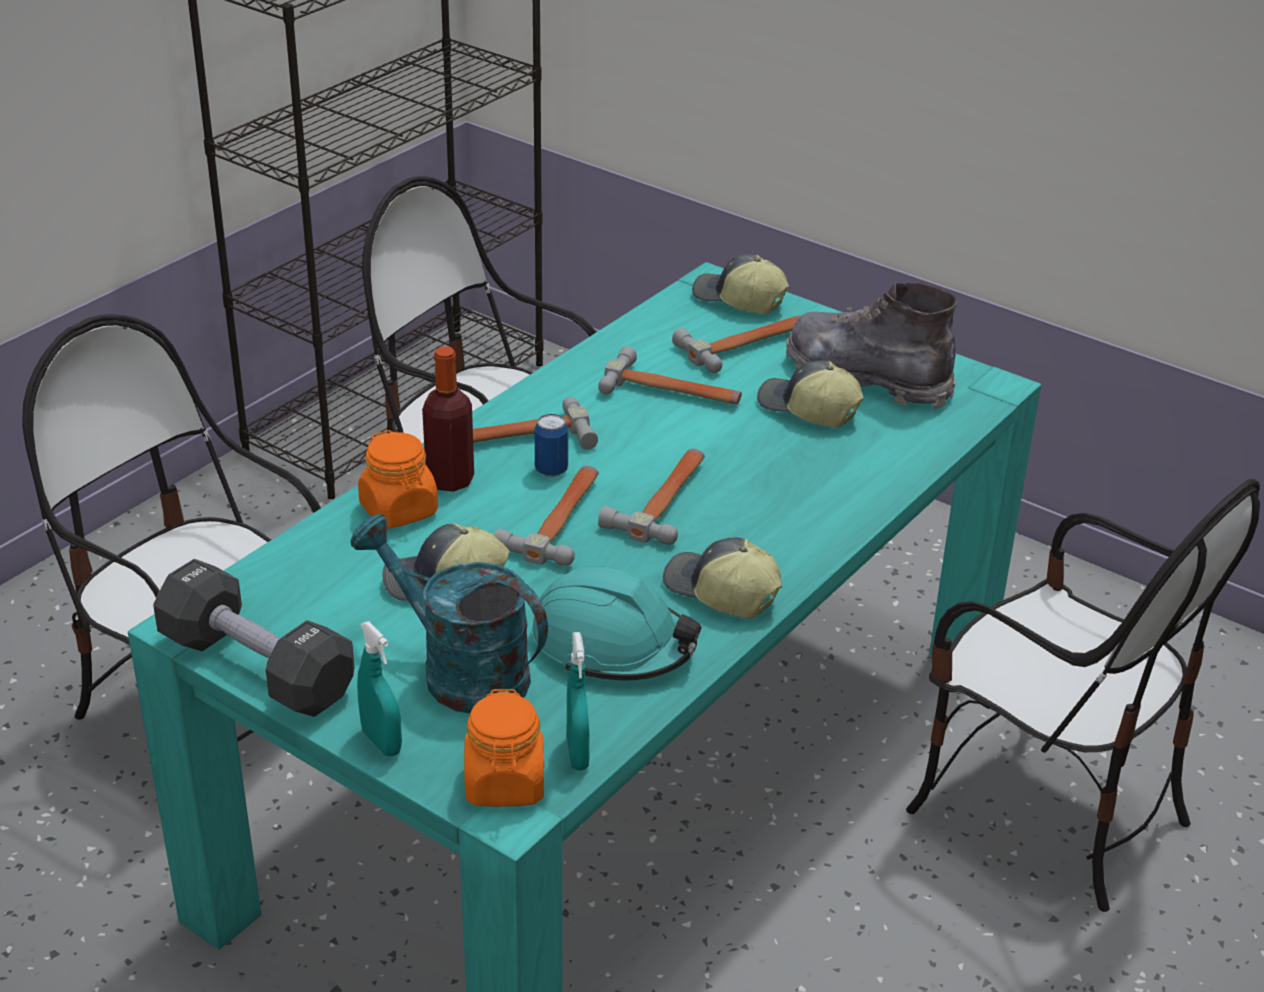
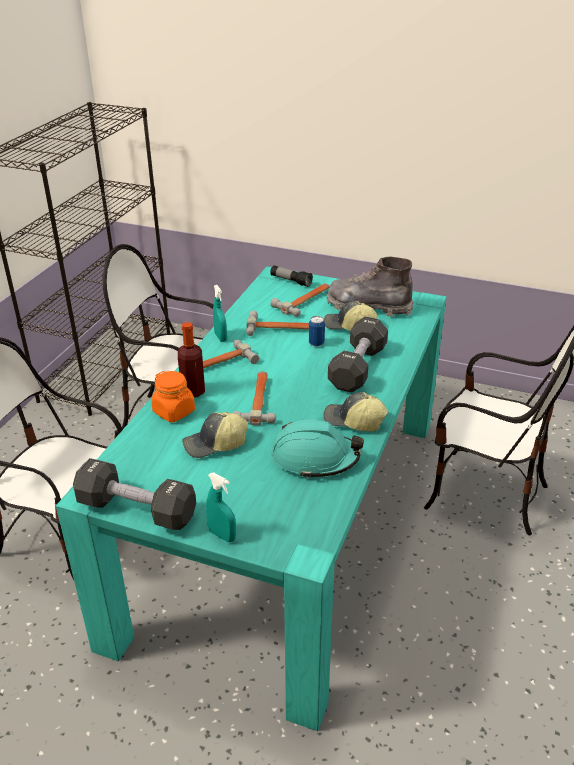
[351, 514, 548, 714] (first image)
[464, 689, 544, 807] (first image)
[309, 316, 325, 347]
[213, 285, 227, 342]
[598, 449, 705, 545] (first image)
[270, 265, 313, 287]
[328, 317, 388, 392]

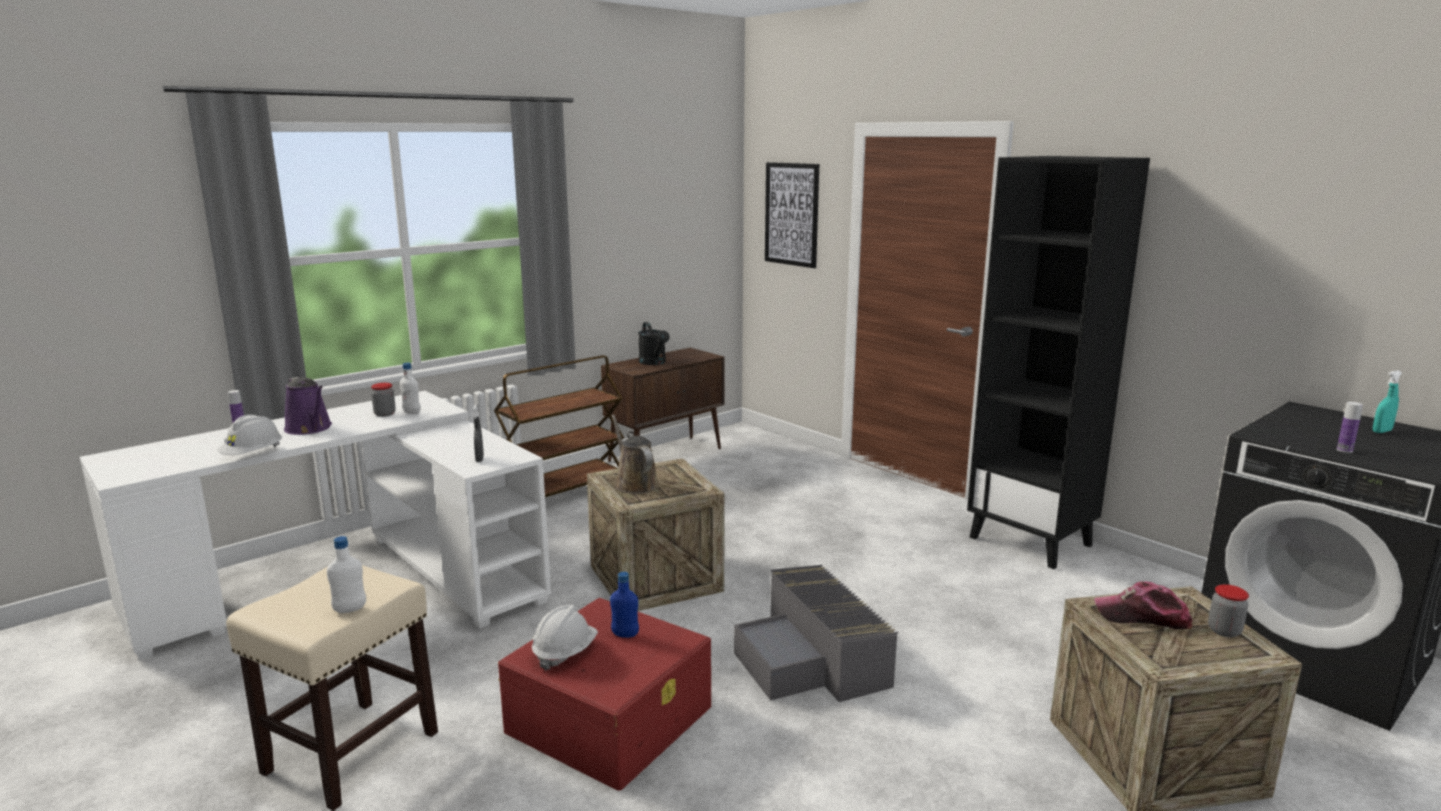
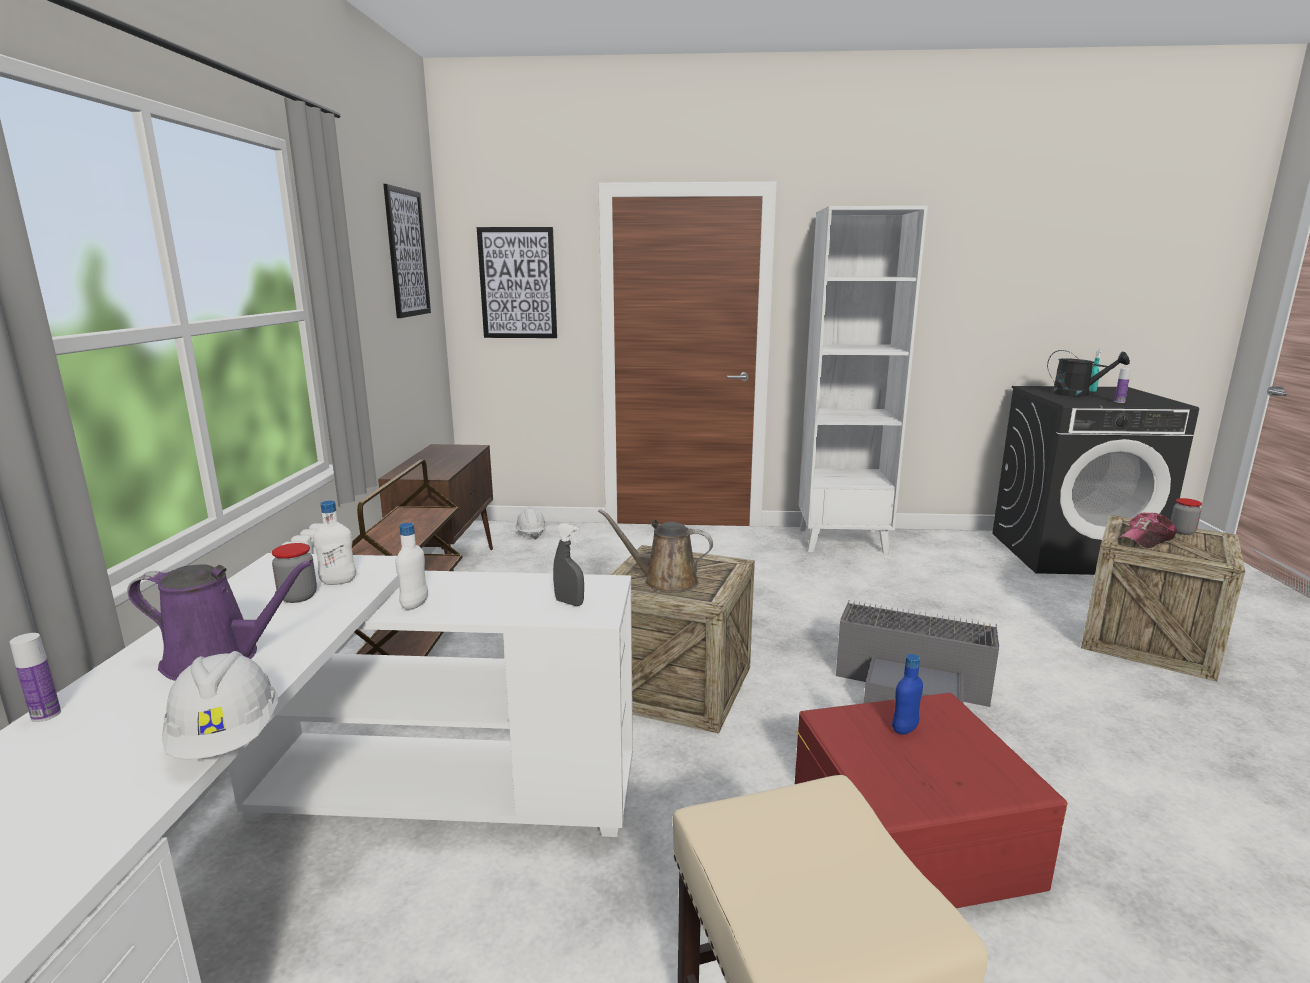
[395, 523, 428, 610]
[516, 507, 547, 540]
[1047, 350, 1130, 396]
[799, 206, 928, 554]
[383, 184, 431, 318]

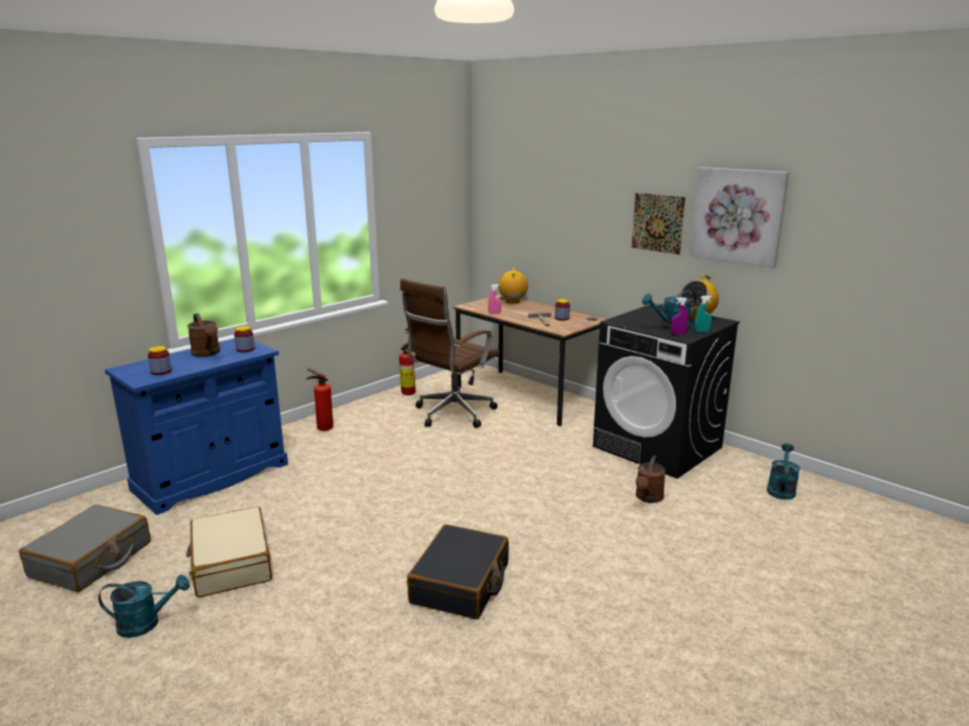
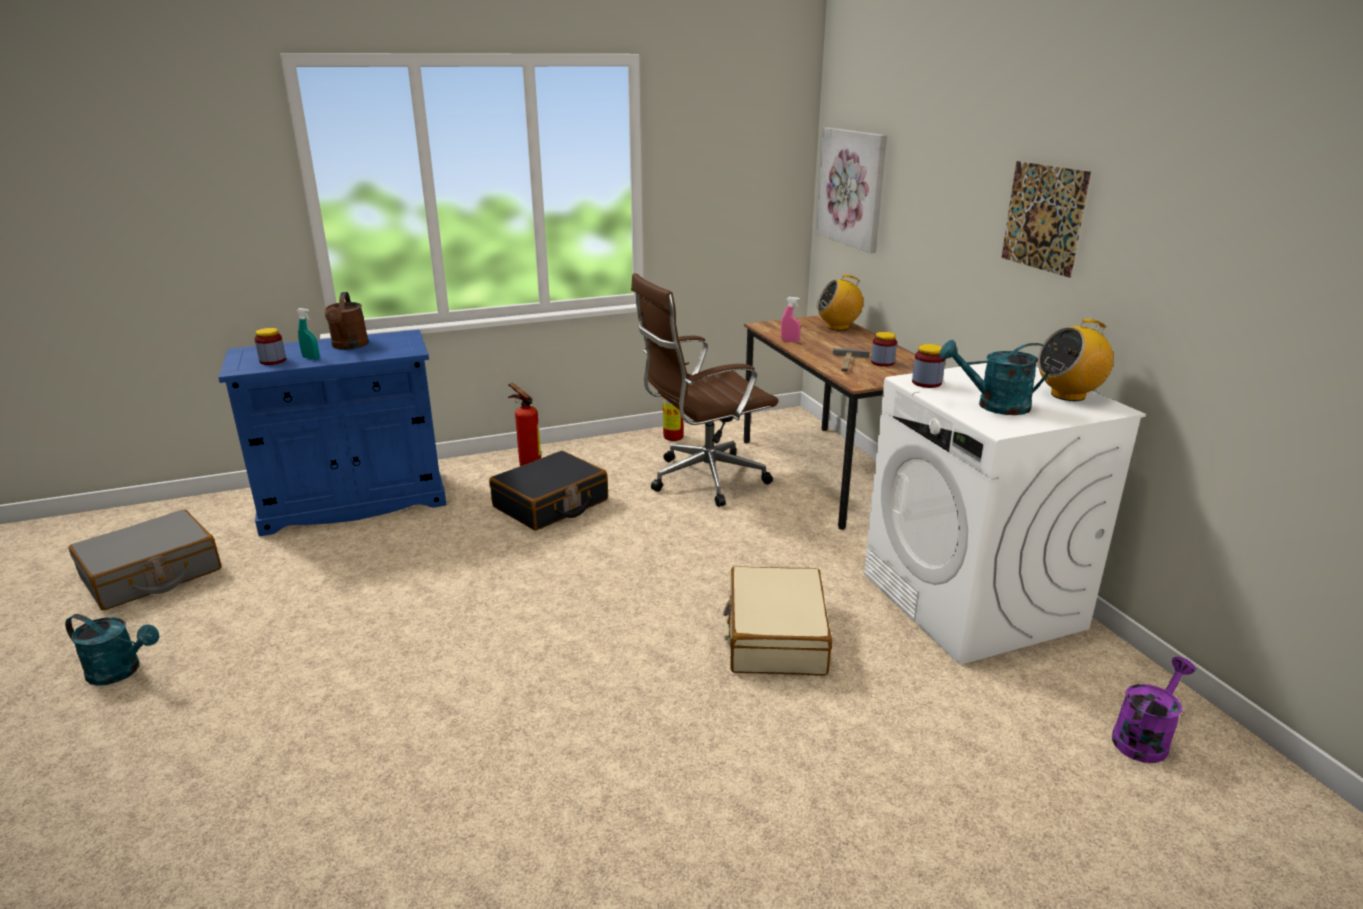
[723, 566, 832, 675]
[912, 344, 945, 388]
[489, 451, 608, 531]
[816, 275, 863, 330]
[864, 363, 1146, 665]
[636, 455, 666, 503] (first image)
[671, 297, 688, 335] (first image)
[816, 127, 887, 253]
[296, 308, 319, 360]
[1112, 657, 1196, 763]

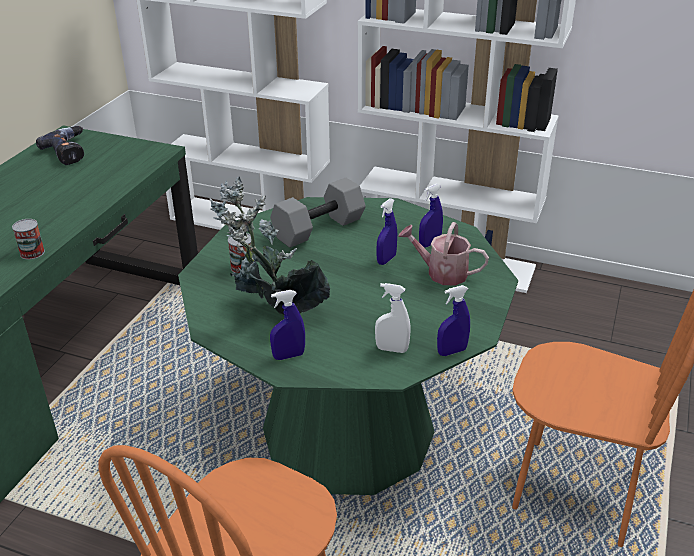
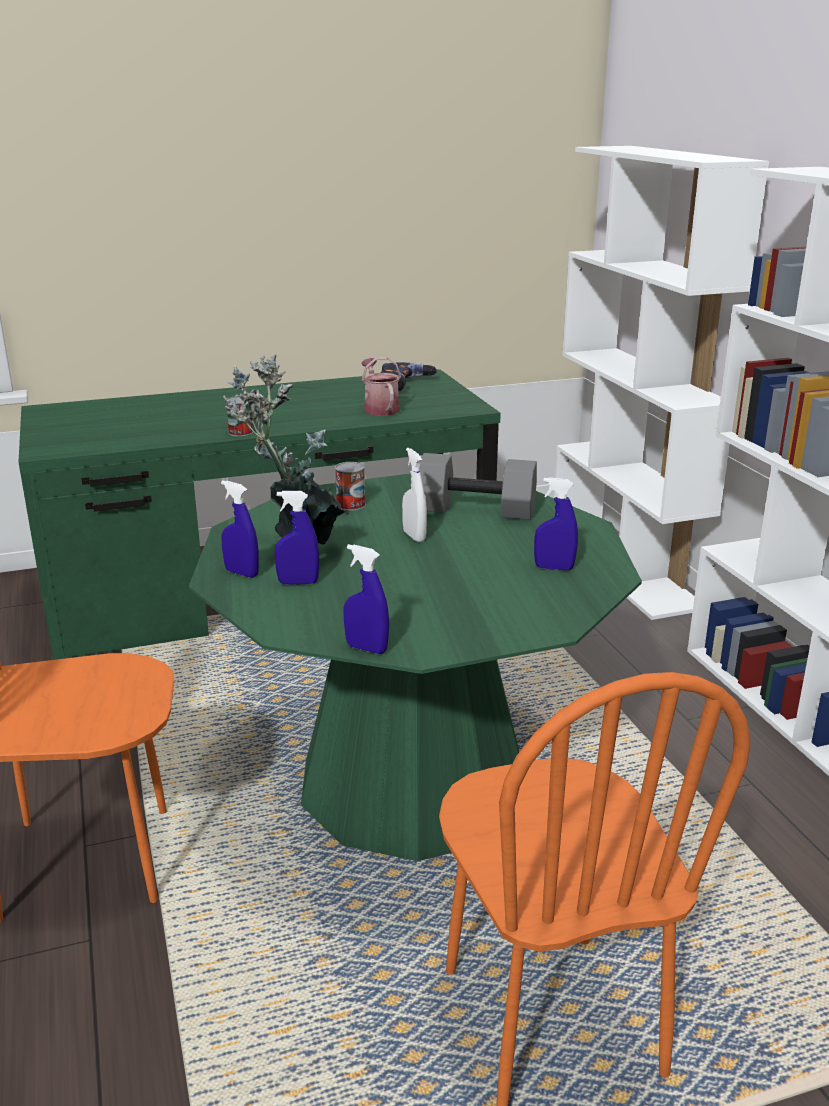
[402, 448, 427, 542]
[275, 491, 319, 585]
[361, 357, 401, 416]

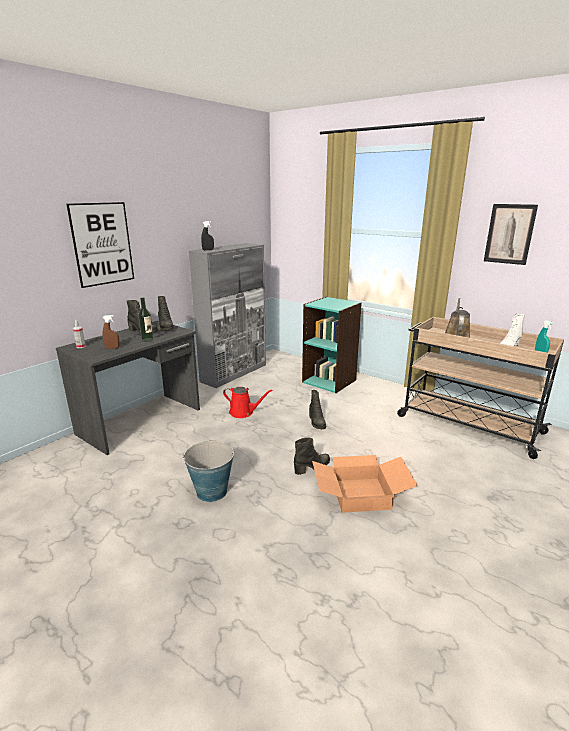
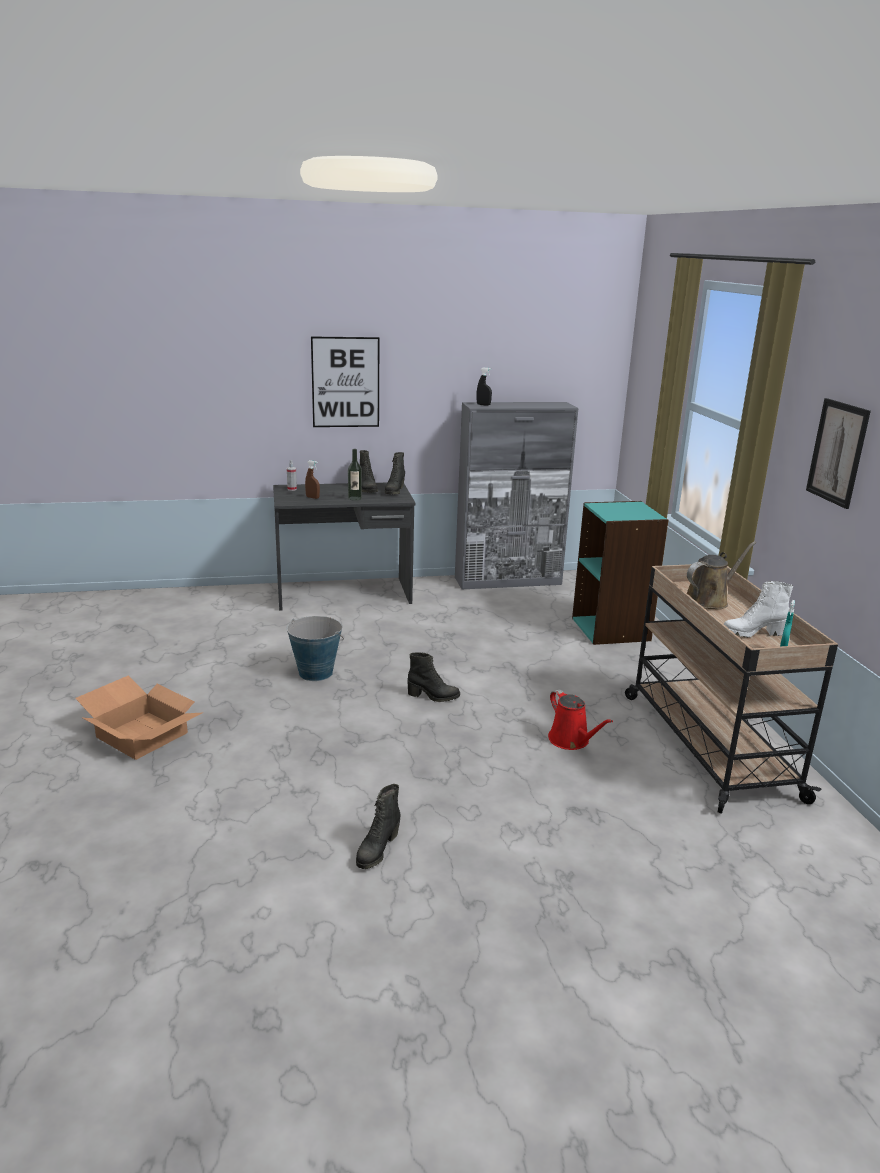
[548, 690, 613, 750]
[356, 784, 401, 869]
[75, 675, 204, 760]

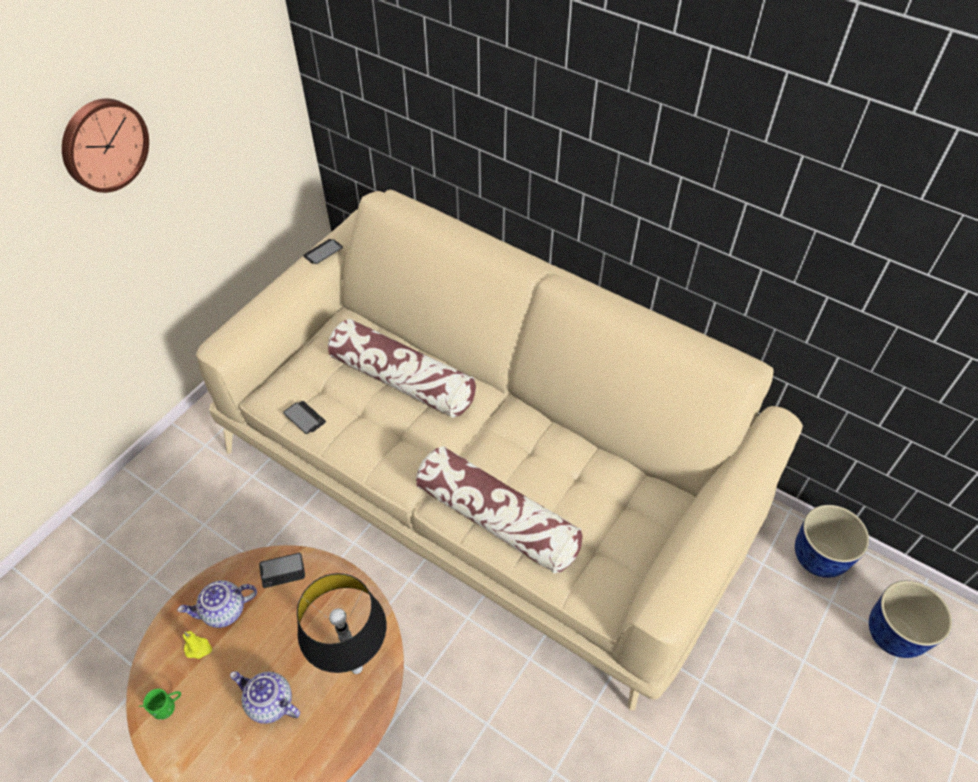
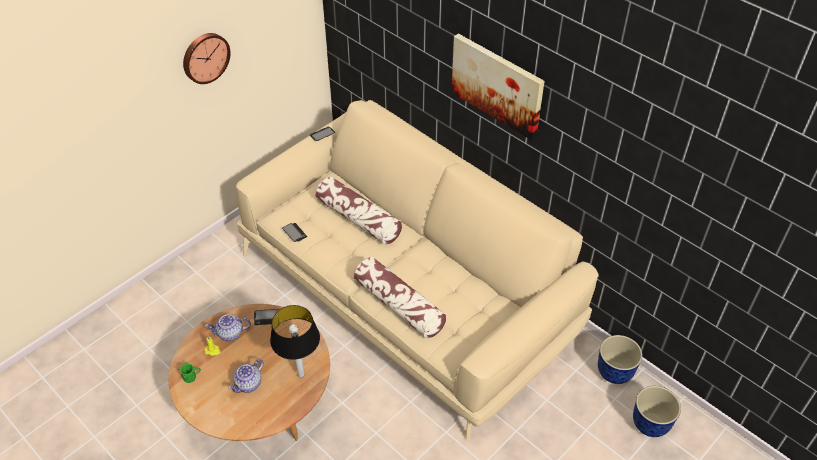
[228, 359, 264, 393]
[451, 33, 544, 141]

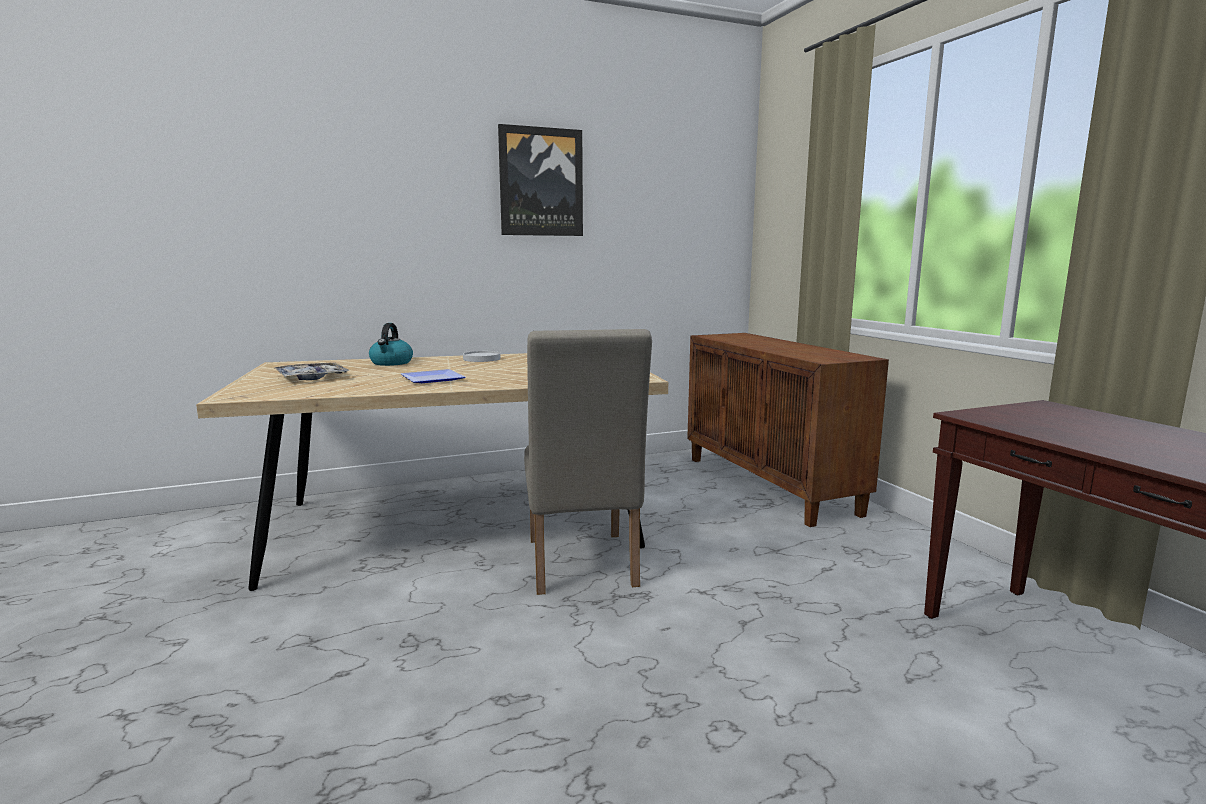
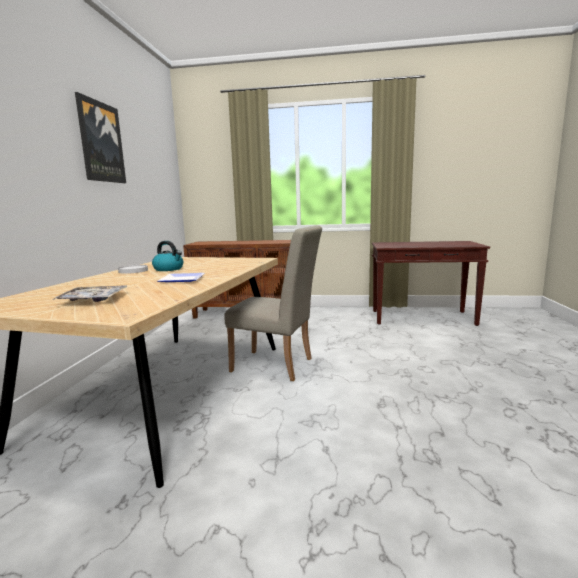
[152, 241, 183, 271]

